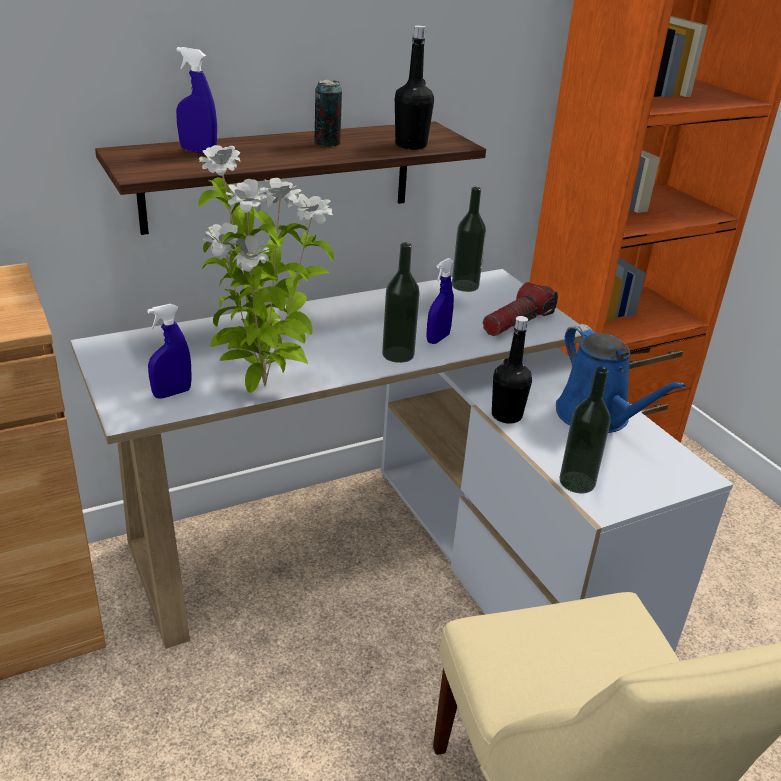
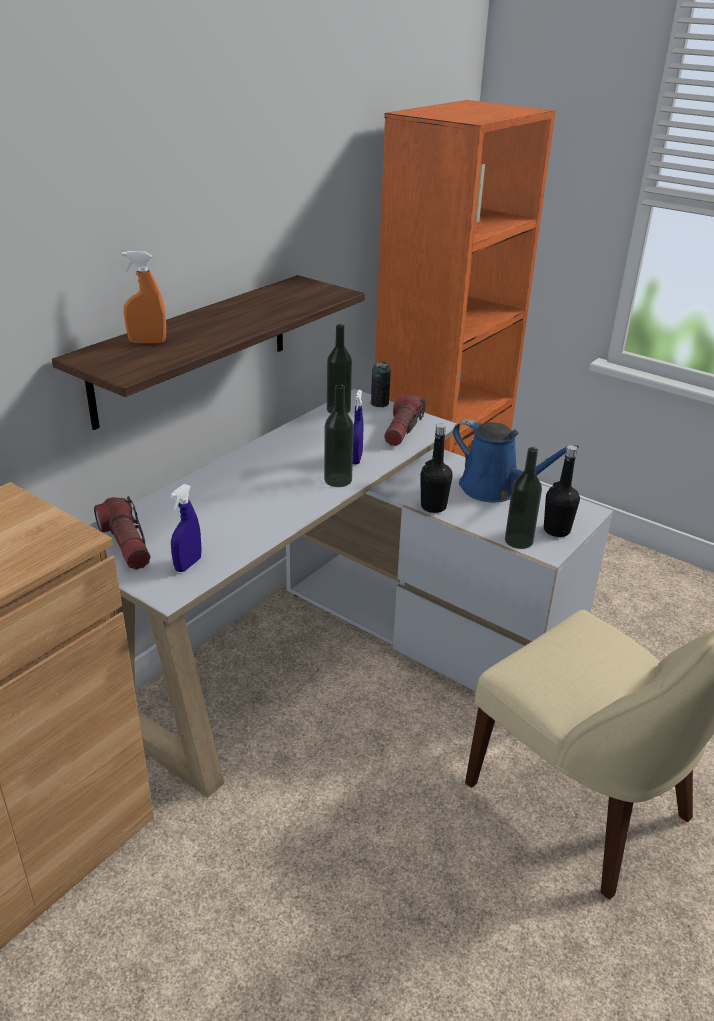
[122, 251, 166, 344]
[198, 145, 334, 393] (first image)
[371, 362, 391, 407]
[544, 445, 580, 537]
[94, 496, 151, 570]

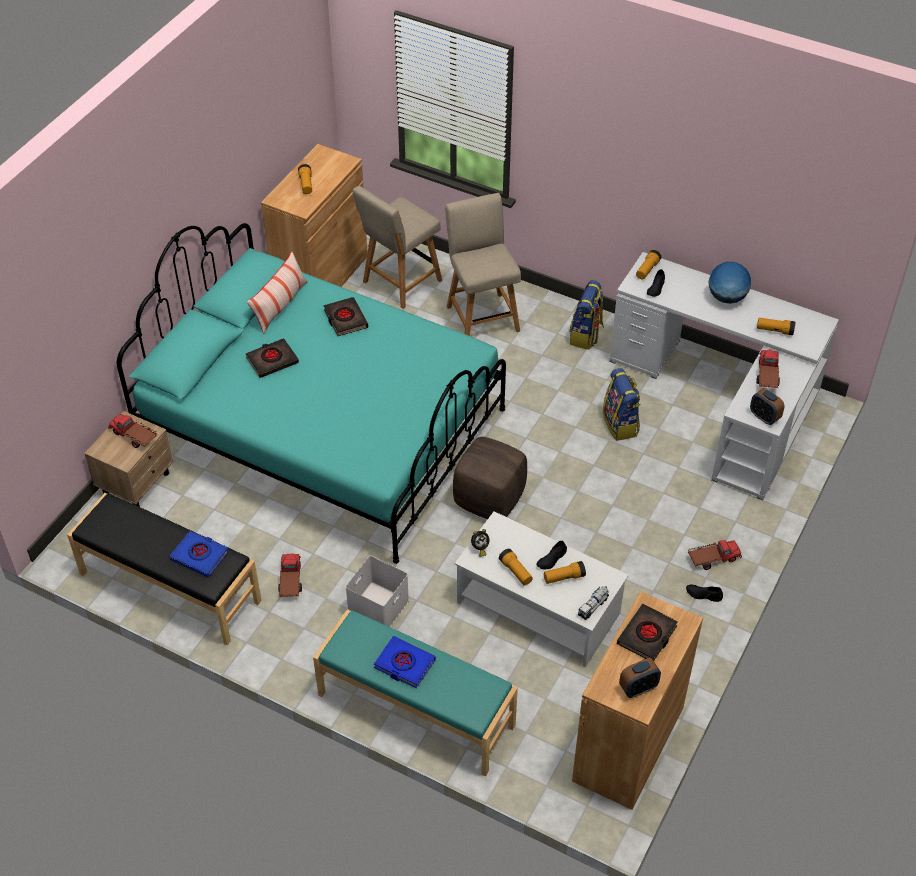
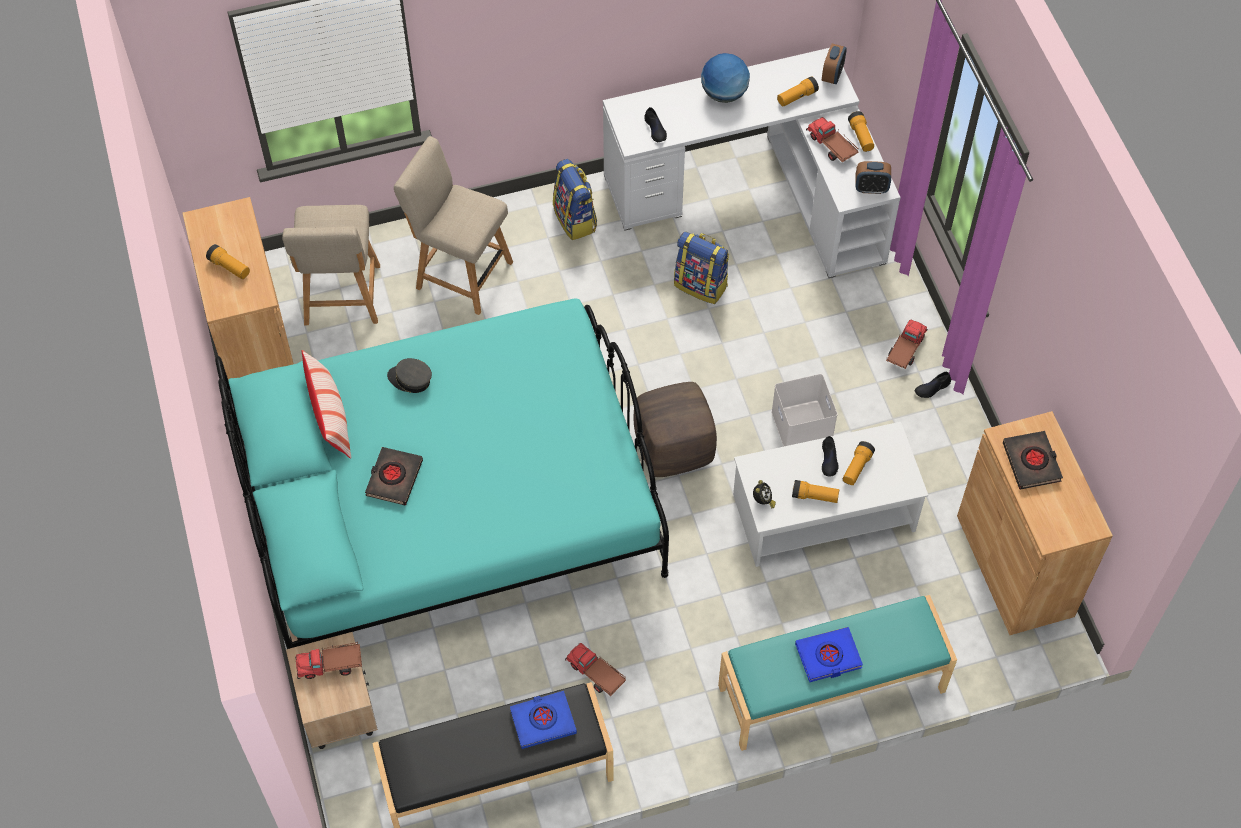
[387, 358, 432, 393]
[771, 374, 838, 447]
[578, 586, 609, 620] (first image)
[822, 44, 847, 84]
[848, 111, 874, 152]

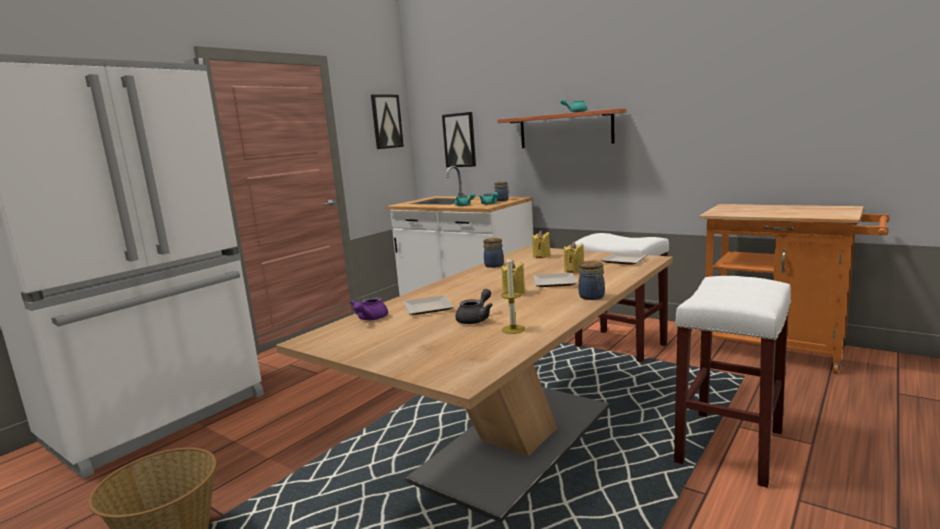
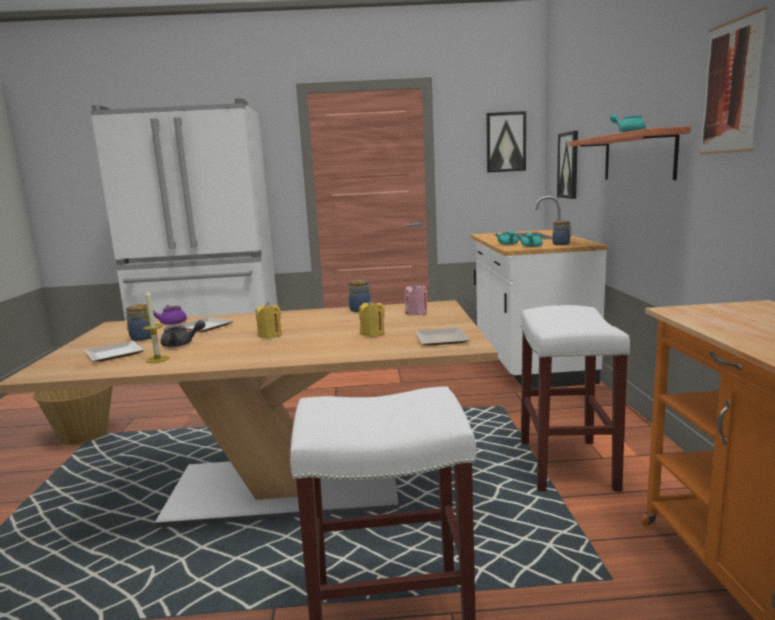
[405, 283, 427, 316]
[85, 341, 144, 362]
[125, 304, 151, 341]
[700, 7, 767, 155]

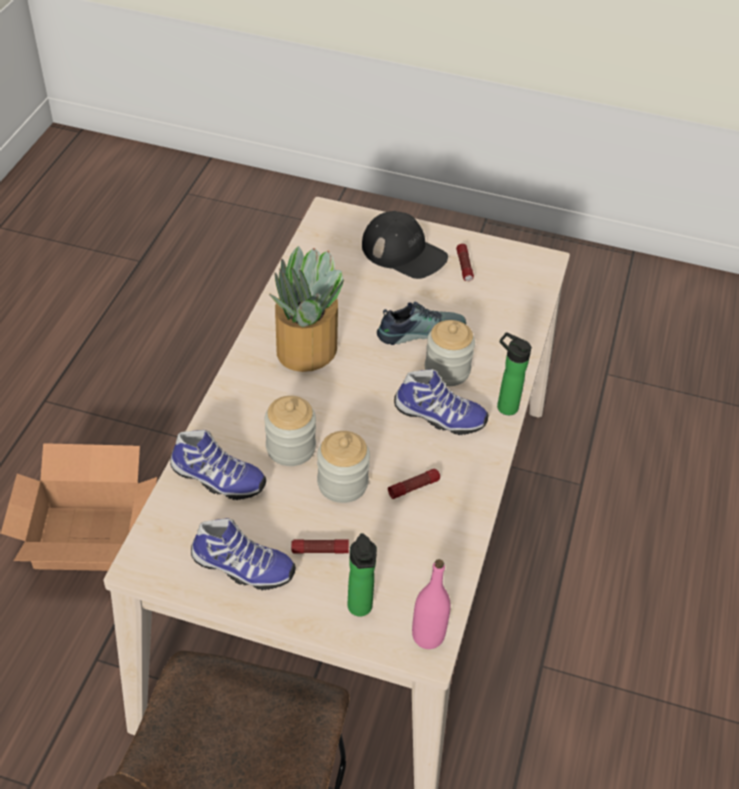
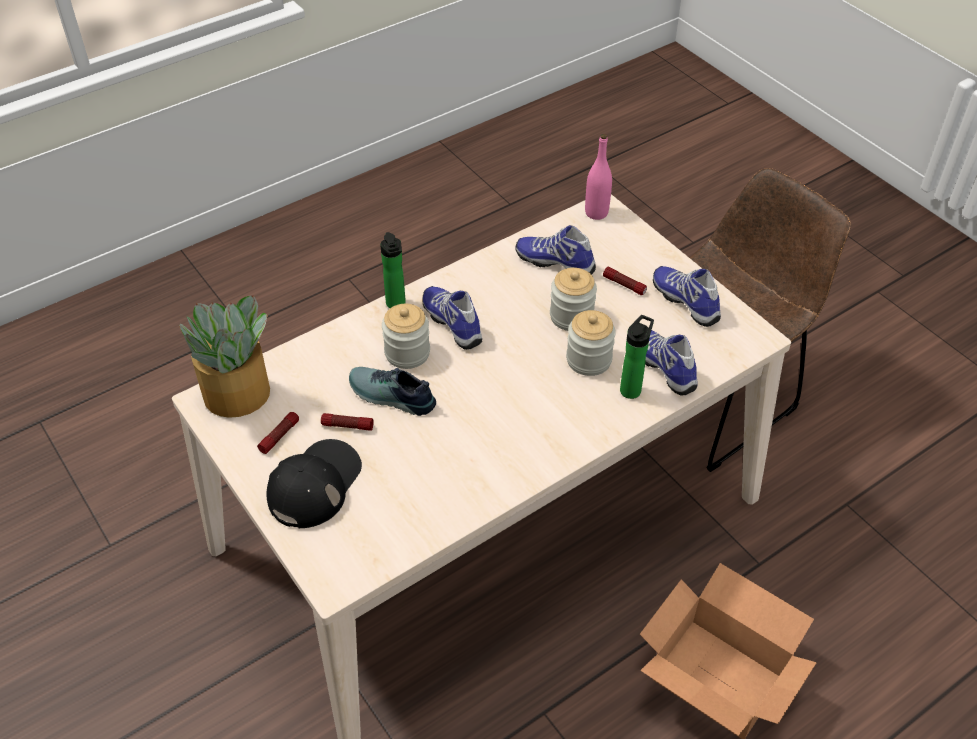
[179, 295, 270, 418]
[620, 315, 654, 399]
[267, 439, 362, 528]
[321, 413, 374, 431]
[515, 225, 596, 275]

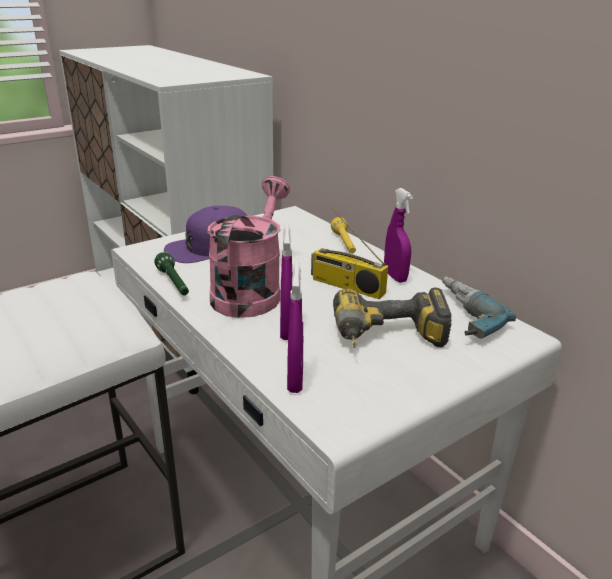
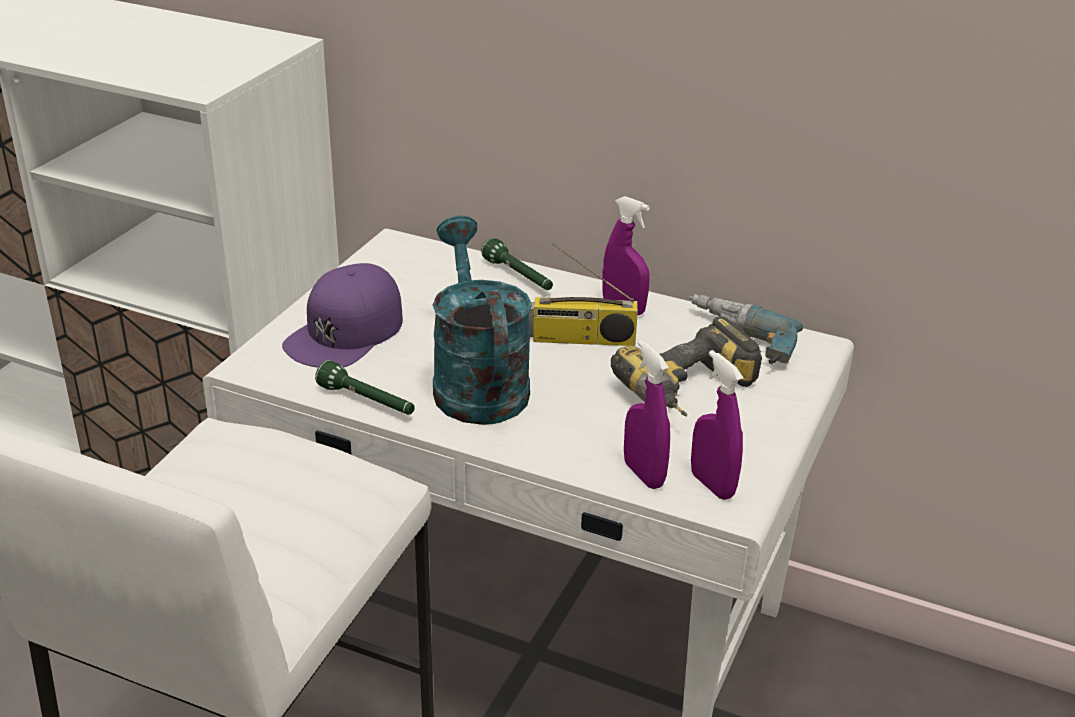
[433, 216, 532, 425]
[691, 350, 743, 500]
[481, 238, 553, 290]

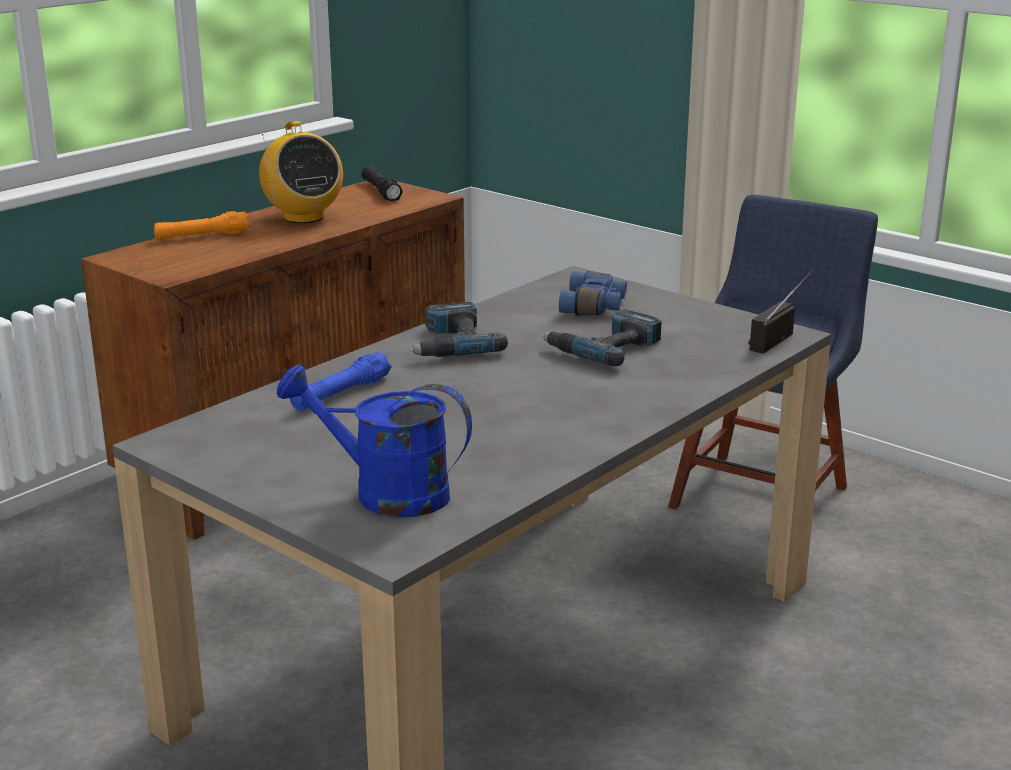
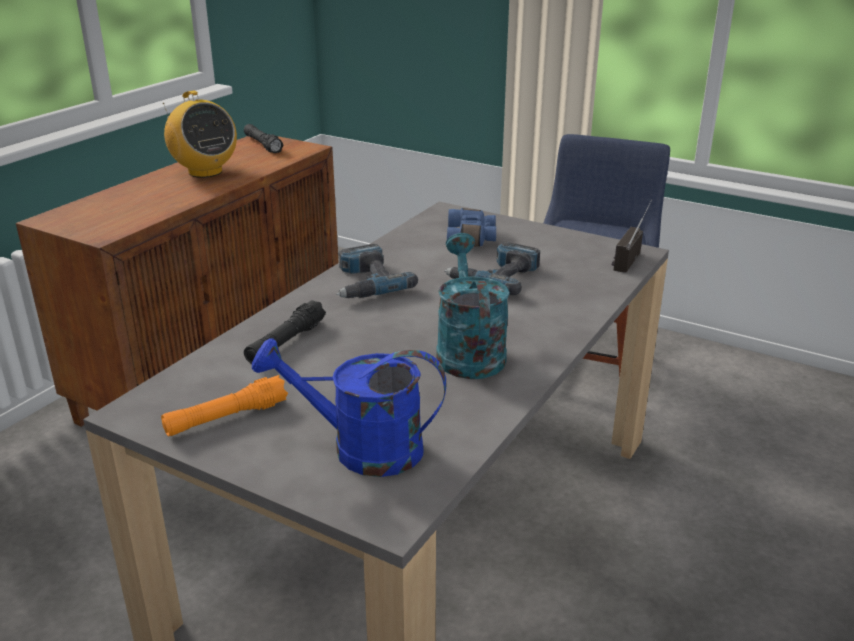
[161, 375, 288, 436]
[244, 300, 326, 364]
[436, 233, 510, 379]

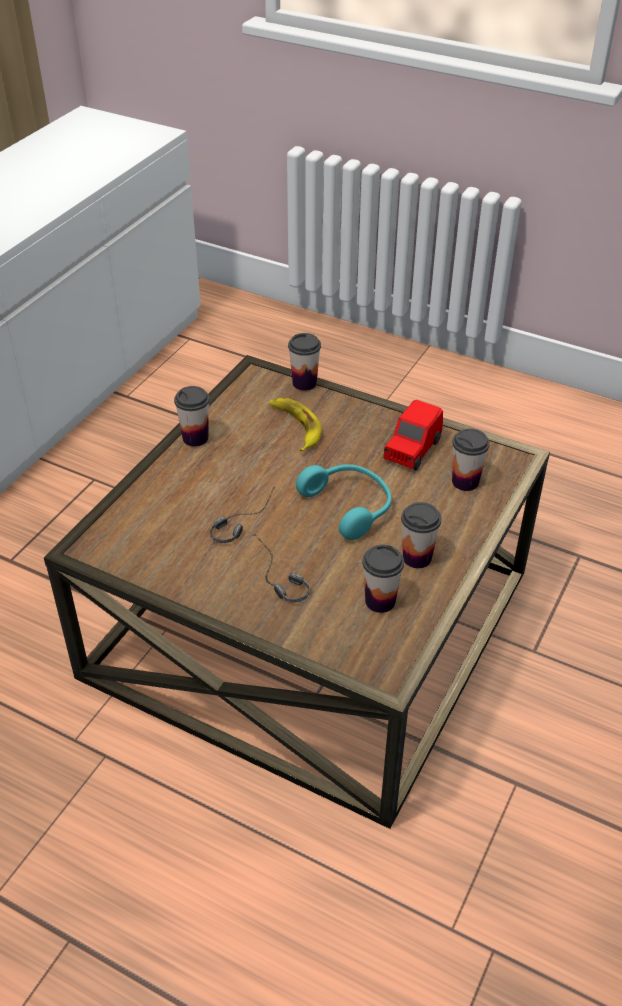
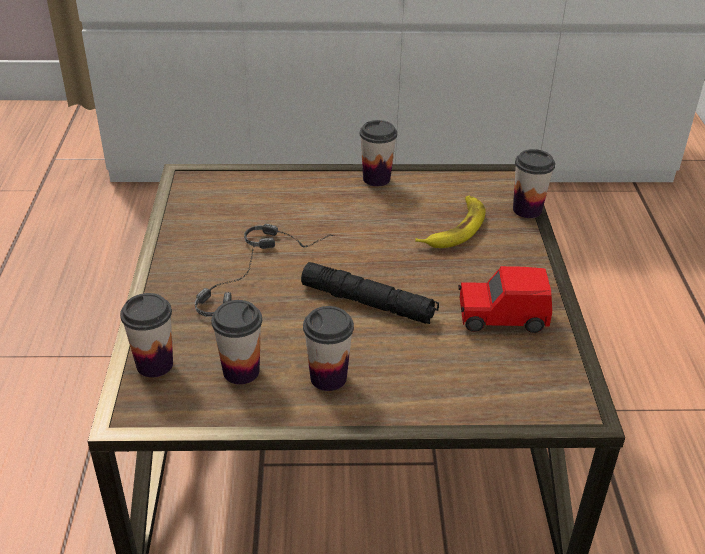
[301, 262, 439, 324]
[120, 293, 173, 378]

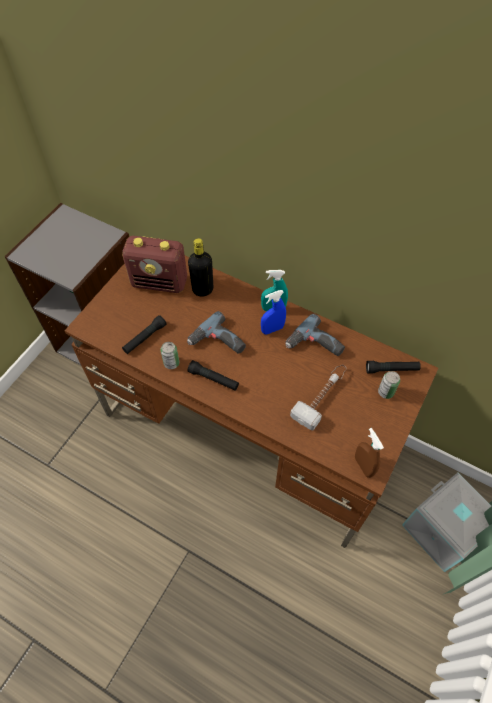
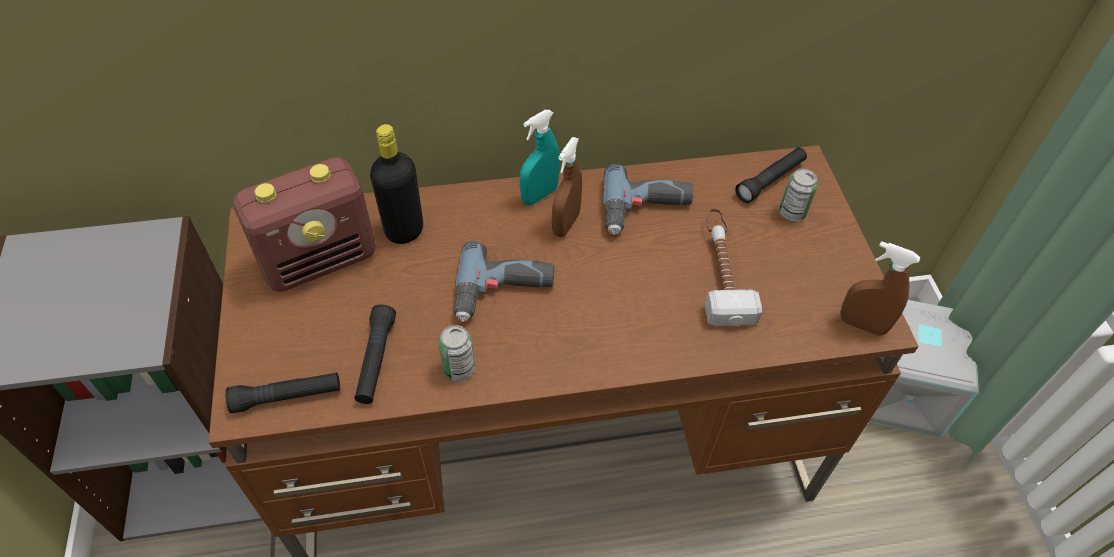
[225, 372, 340, 413]
[552, 137, 582, 237]

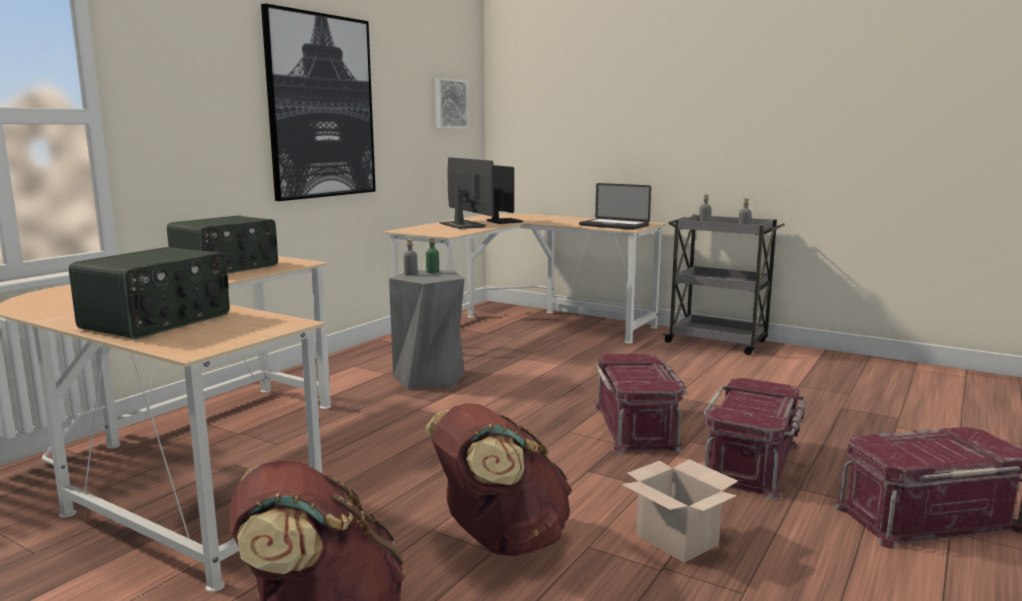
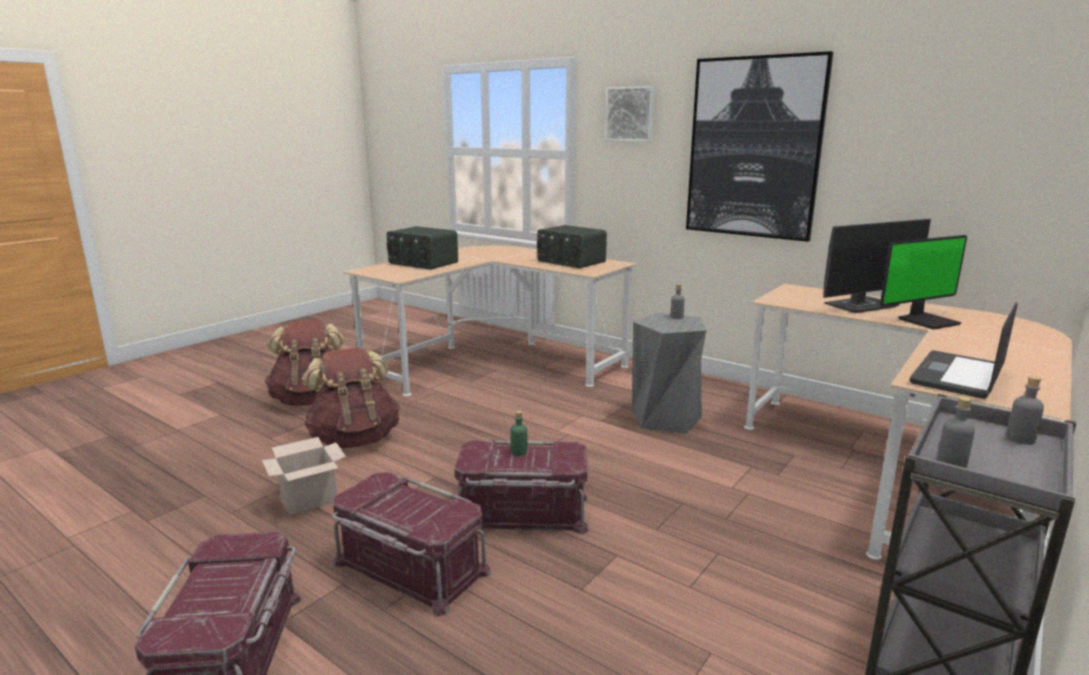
[511, 410, 527, 456]
[605, 86, 655, 142]

